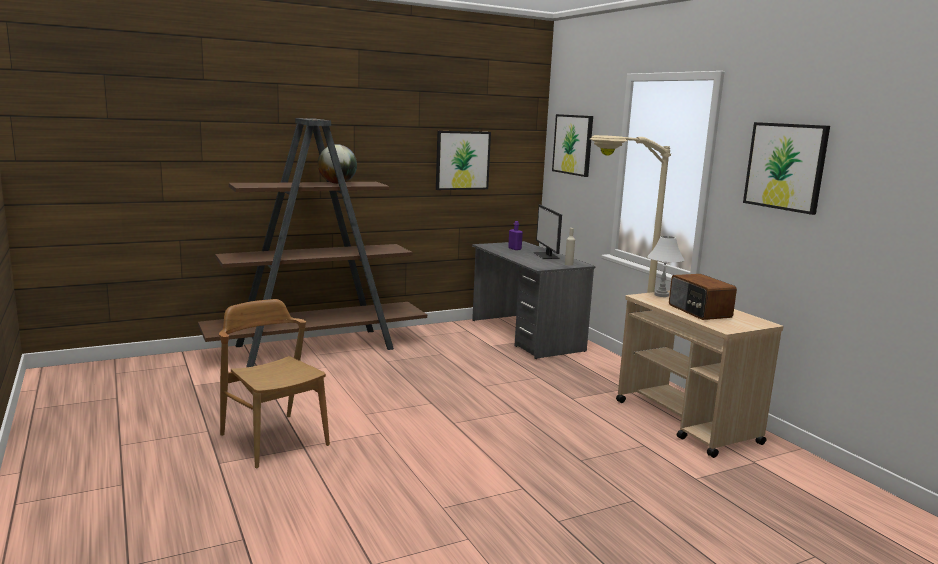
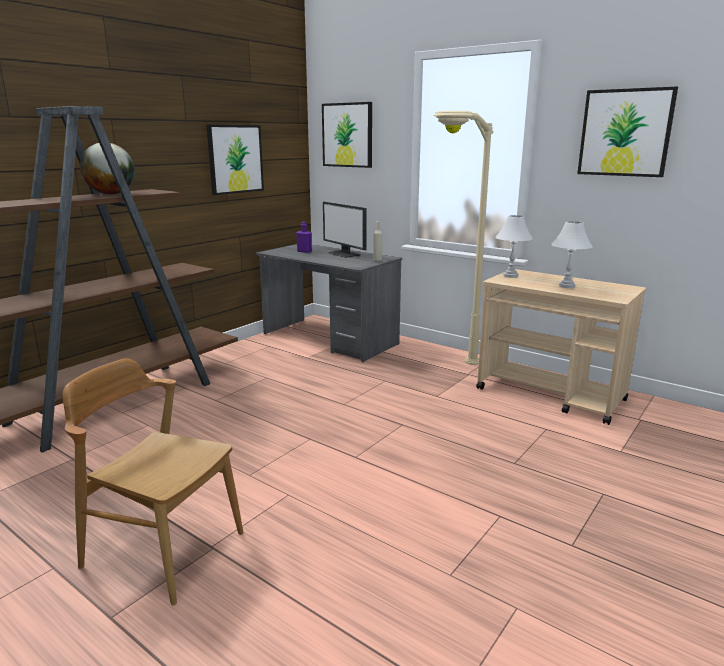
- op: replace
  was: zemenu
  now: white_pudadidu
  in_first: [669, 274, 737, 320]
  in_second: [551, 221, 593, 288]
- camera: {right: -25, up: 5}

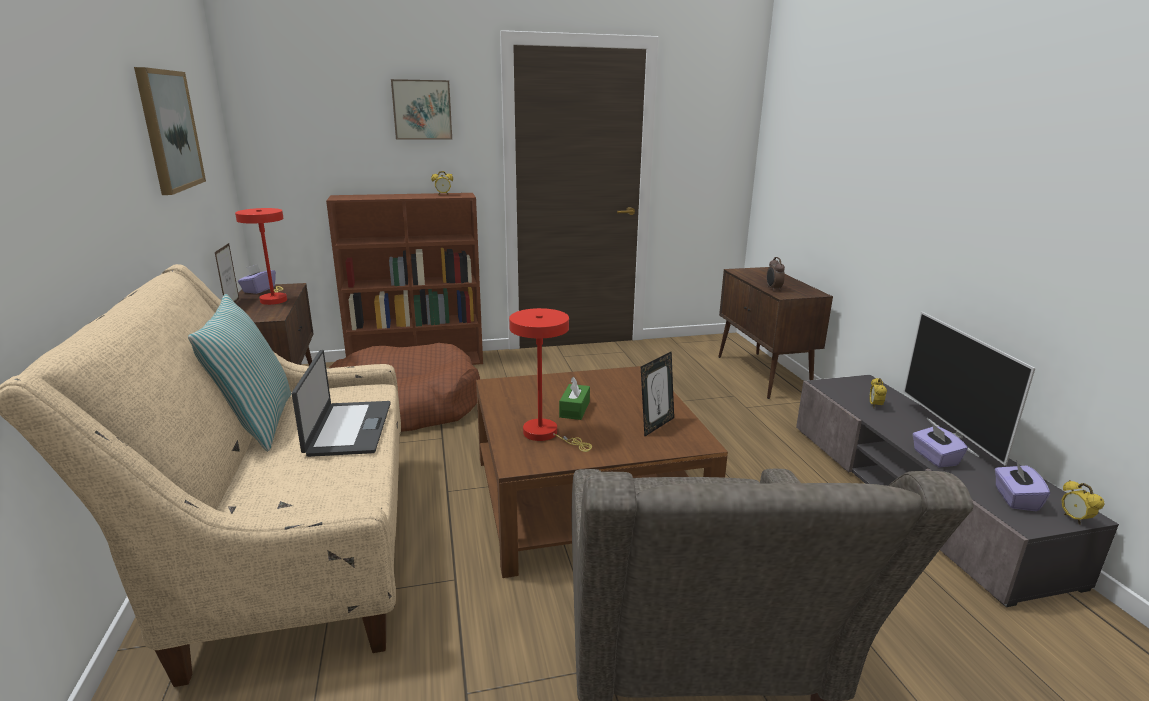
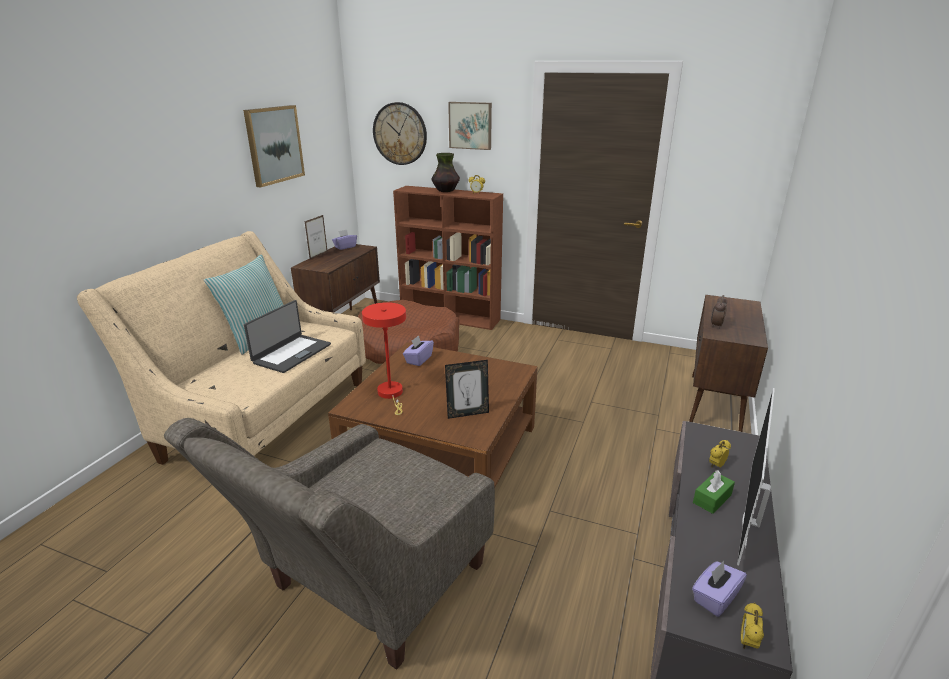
- op: delete
  was: red_pudadidu
  in_first: [235, 208, 287, 305]
- op: move
  was: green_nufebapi
  in_first: [559, 376, 590, 420]
  in_second: [693, 470, 735, 514]
- op: move
  was: purple_nufebapi
  in_first: [912, 423, 968, 467]
  in_second: [403, 335, 434, 366]
- op: insert
  now: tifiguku
  in_second: [373, 102, 427, 165]
- op: insert
  now: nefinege
  in_second: [432, 153, 460, 192]
- camera: {right: 35, up: 5}

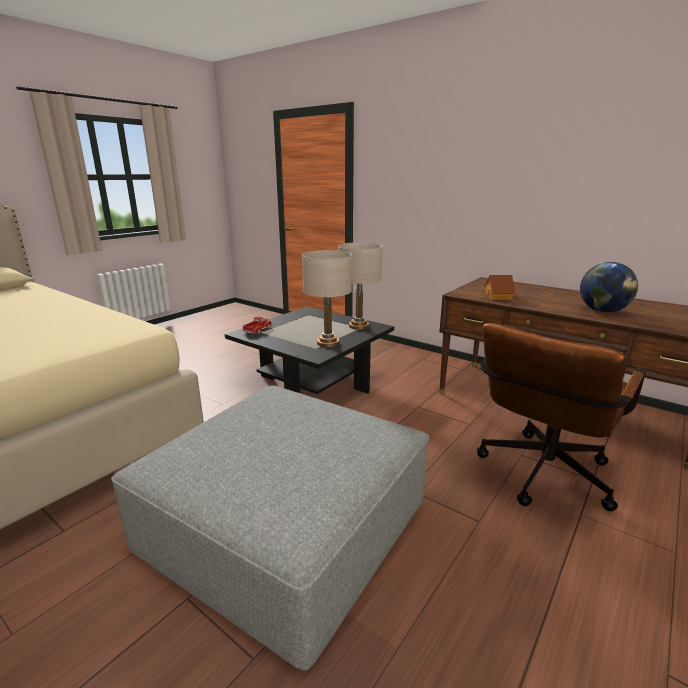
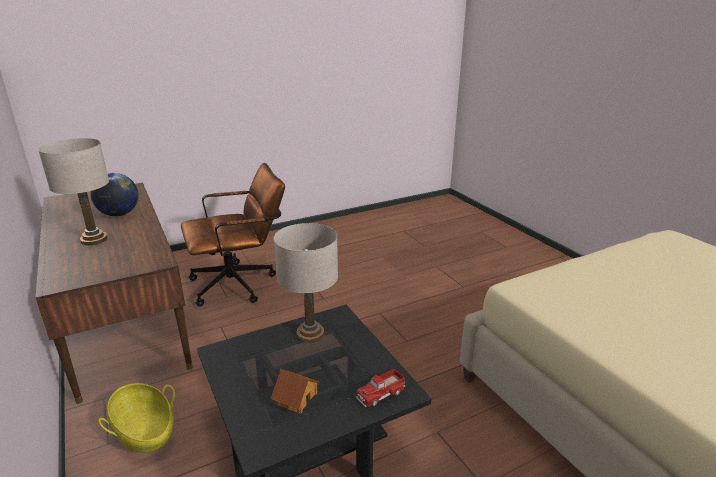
- op: delete
  was: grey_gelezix
  in_first: [111, 385, 429, 671]
- op: move
  was: beige_pudadidu
  in_first: [338, 243, 383, 330]
  in_second: [38, 138, 109, 245]
- op: move
  was: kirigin
  in_first: [484, 275, 515, 300]
  in_second: [270, 369, 320, 414]
- op: insert
  now: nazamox
  in_second: [99, 383, 175, 453]
- camera: {right: -155, up: 5}

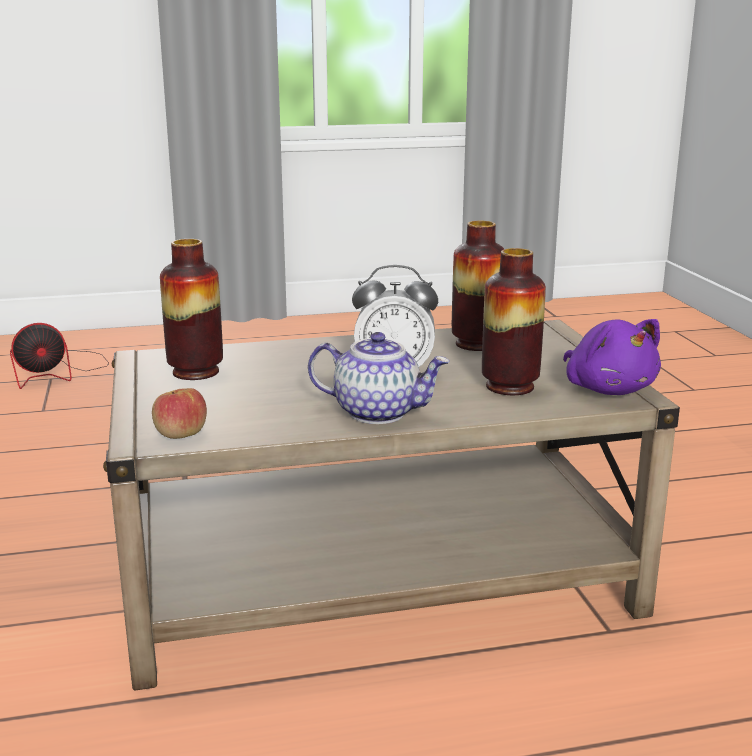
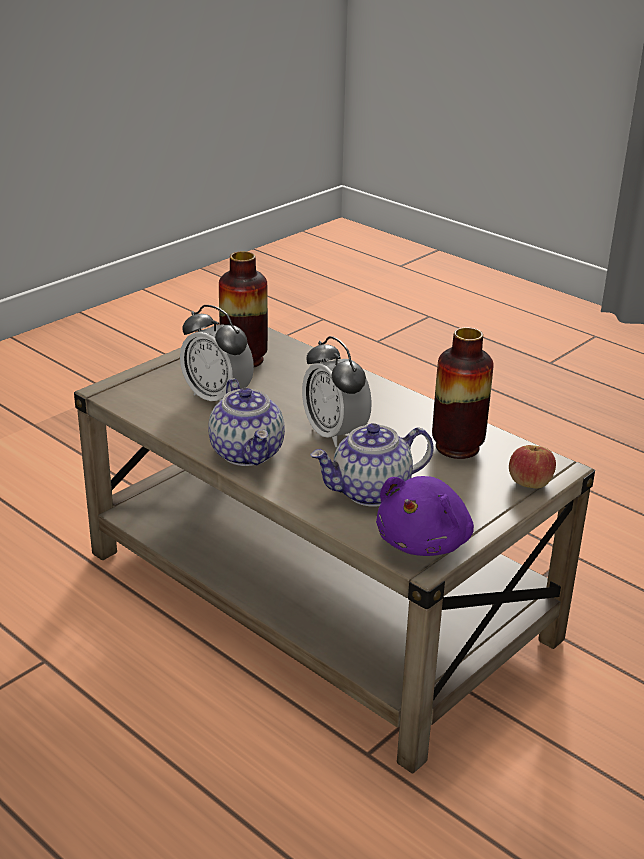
- op: delete
  was: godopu
  in_first: [10, 323, 109, 389]
- op: move
  was: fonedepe
  in_first: [152, 388, 207, 439]
  in_second: [509, 445, 556, 489]
- op: replace
  was: nefinege
  now: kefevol
  in_first: [482, 248, 546, 395]
  in_second: [310, 423, 434, 507]
- op: insert
  now: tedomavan
  in_second: [180, 305, 254, 401]
- camera: {right: 55, up: 10}

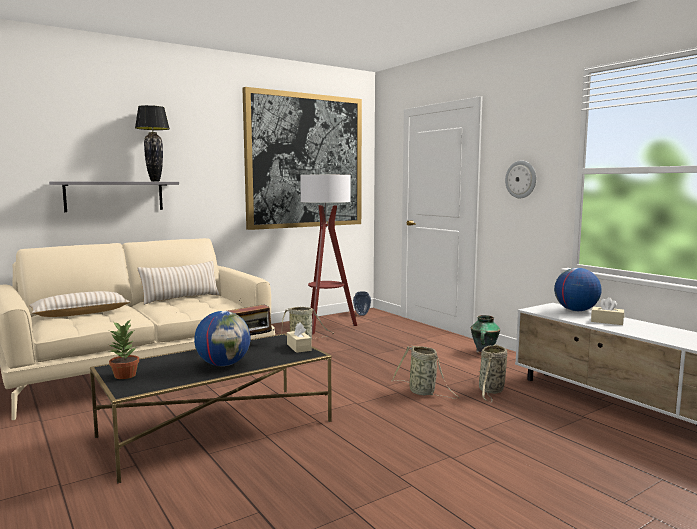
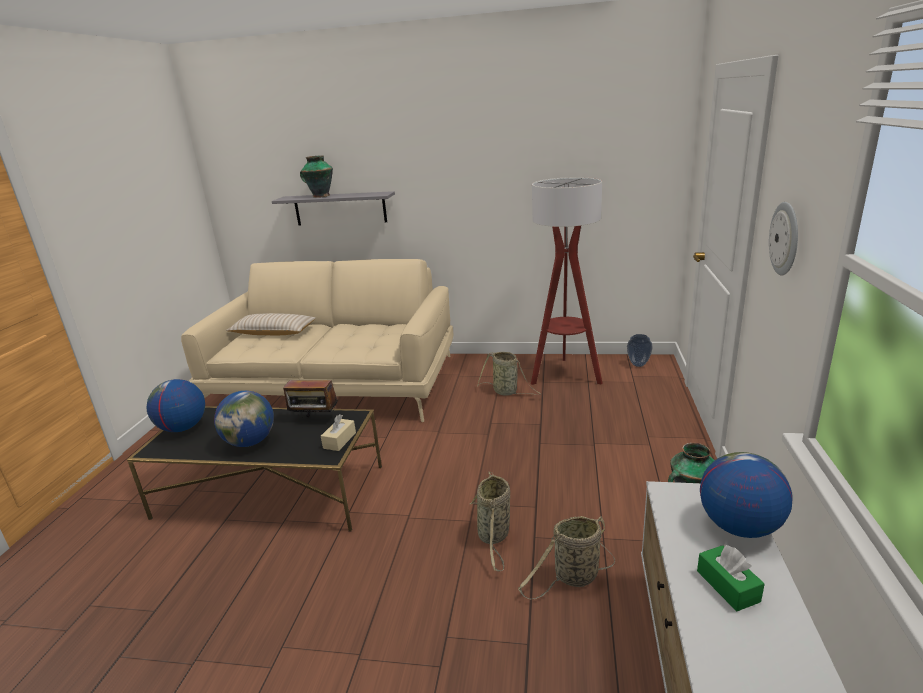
- op: replace
  was: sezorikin
  now: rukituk
  in_first: [109, 320, 139, 379]
  in_second: [147, 379, 205, 432]
- op: delete
  was: black_pudadidu
  in_first: [135, 105, 170, 181]
- op: delete
  was: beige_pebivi
  in_first: [137, 261, 220, 305]
- op: delete
  was: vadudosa
  in_first: [242, 87, 362, 230]
- op: recolor
  was: beige_nufebapi
  now: green_nufebapi
  in_first: [591, 297, 624, 325]
  in_second: [697, 544, 765, 611]
- op: insert
  now: nefinege
  in_second: [300, 156, 333, 198]
- camera: {right: 45, up: 15}

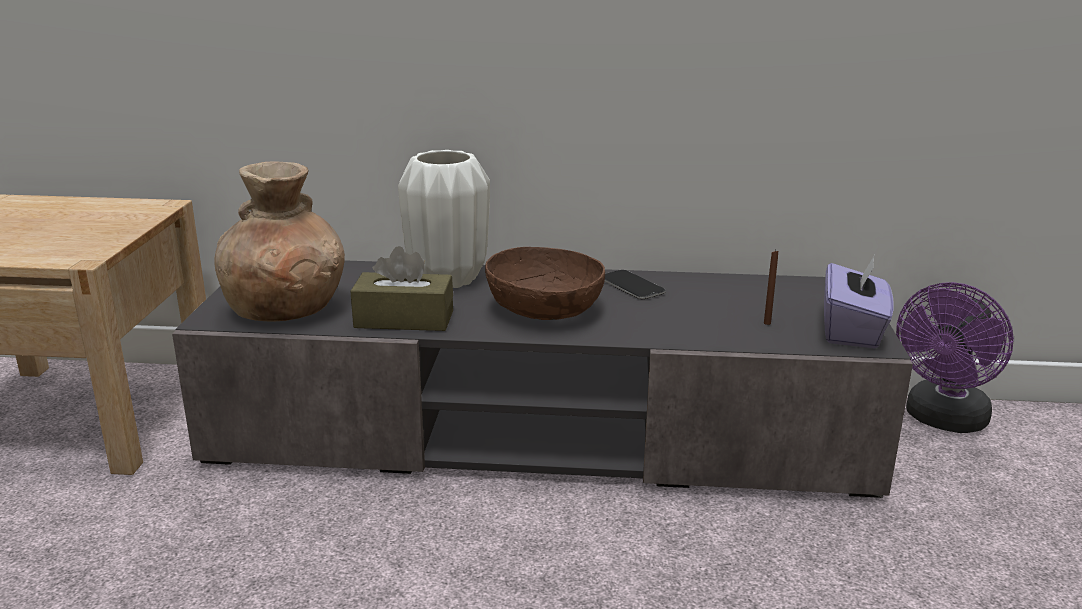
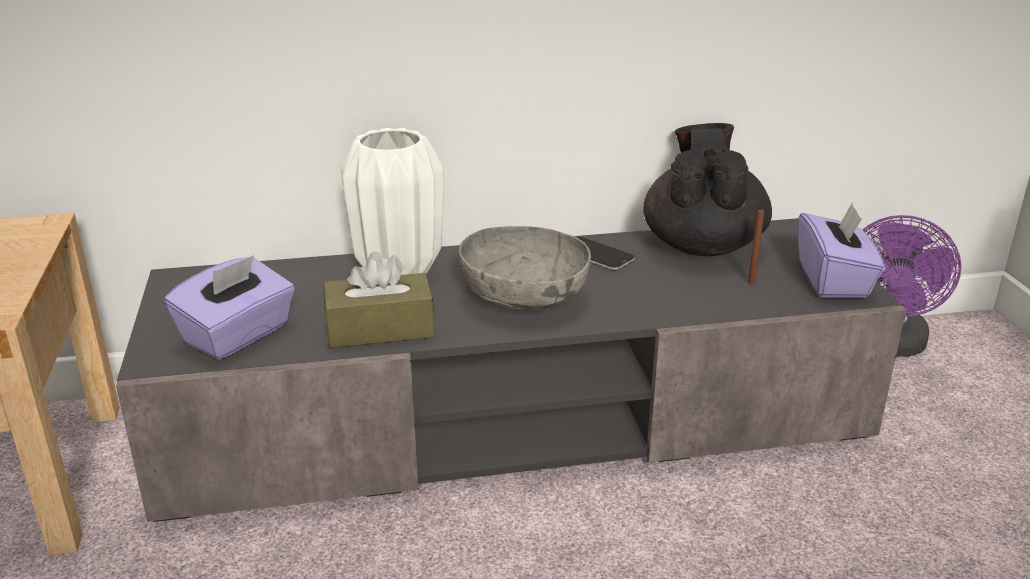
- op: replace
  was: brown_nefinege
  now: purple_nufebapi
  in_first: [214, 162, 345, 321]
  in_second: [164, 255, 295, 360]
- op: recolor
  was: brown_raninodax
  now: grey_raninodax
  in_first: [485, 247, 605, 320]
  in_second: [459, 226, 591, 310]
- op: insert
  now: black_kefevol
  in_second: [643, 123, 772, 256]
- camera: {right: -15, up: 5}

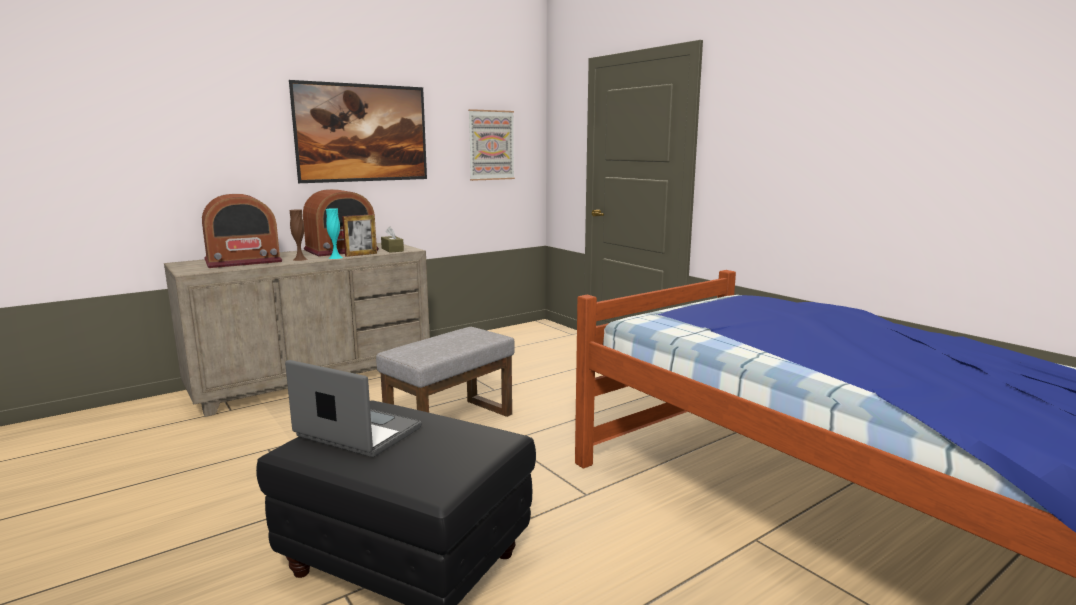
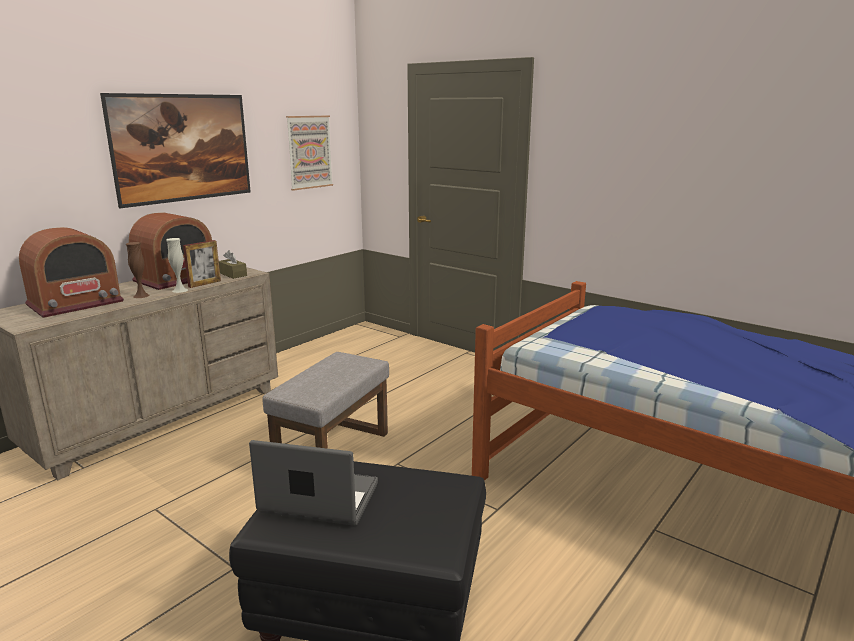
- op: recolor
  was: turquoise_nefinege
  now: white_nefinege
  in_first: [326, 208, 343, 259]
  in_second: [166, 238, 188, 293]
- camera: {right: -15, up: 5}

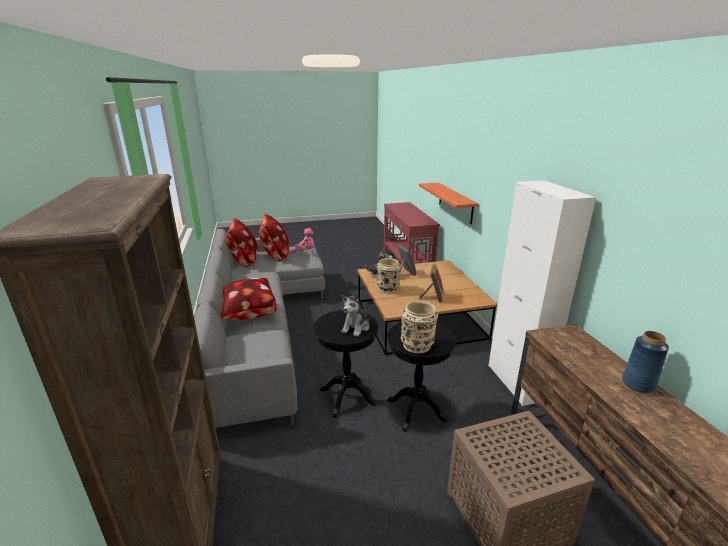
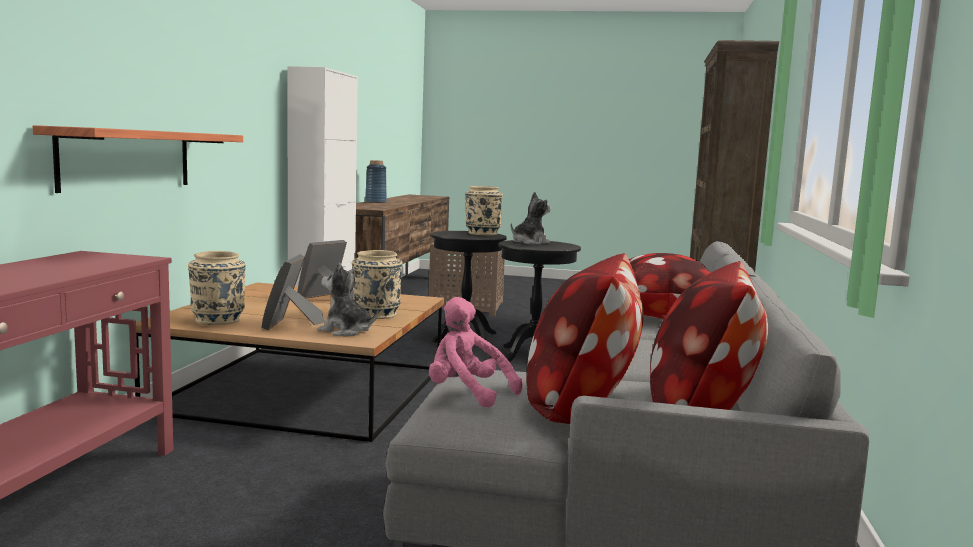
- op: insert
  now: beige_nefinege
  in_second: [188, 251, 245, 325]
- camera: {right: -155, up: -15}

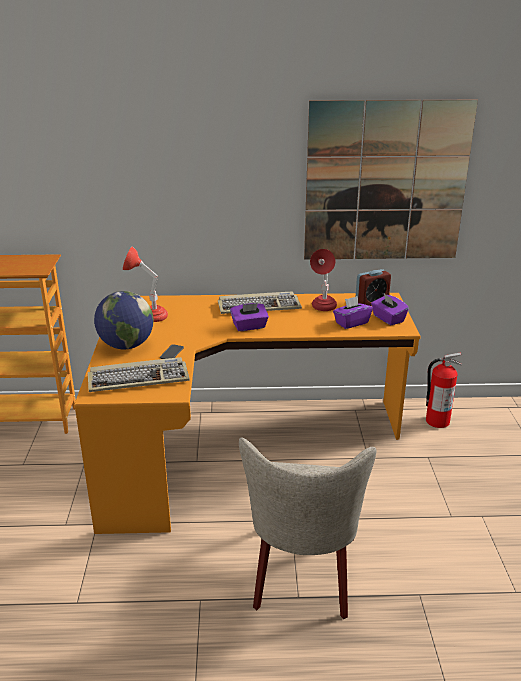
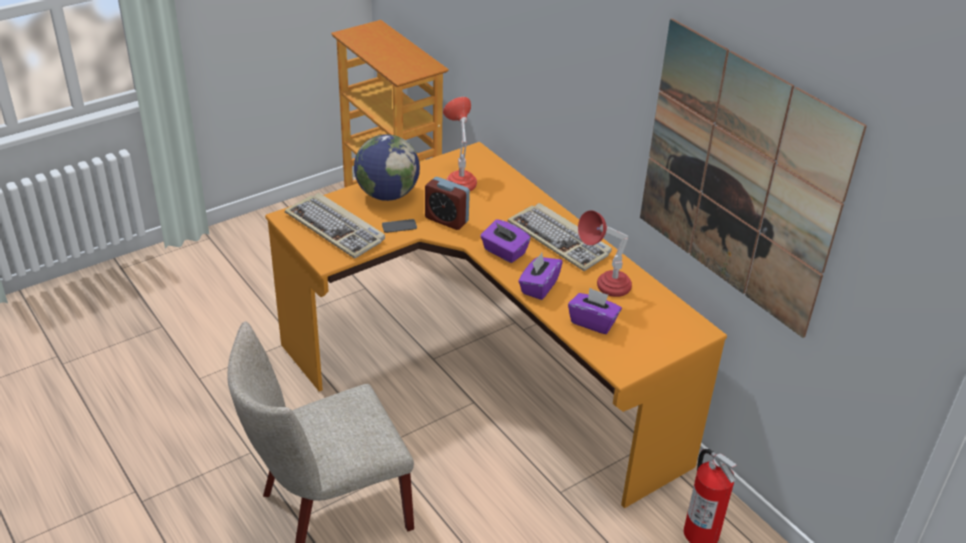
- op: move
  was: tedomavan
  in_first: [356, 269, 391, 306]
  in_second: [425, 177, 470, 230]
- op: move
  was: purple_nufebapi
  in_first: [371, 294, 409, 325]
  in_second: [518, 253, 563, 300]
- camera: {right: 55, up: 10}

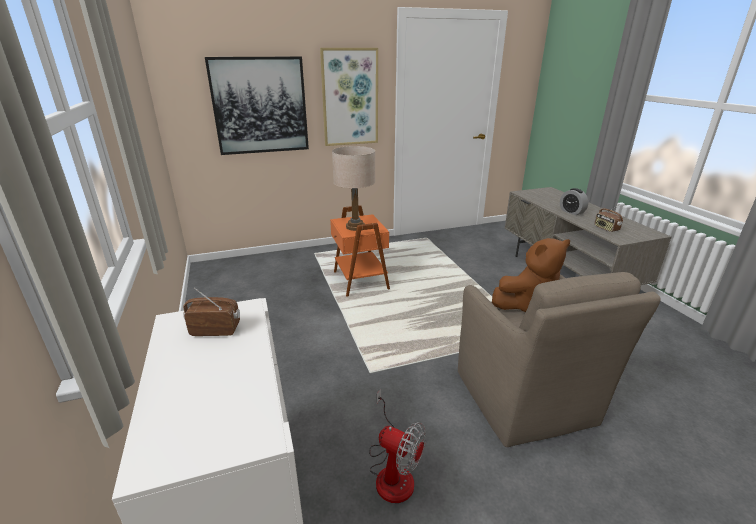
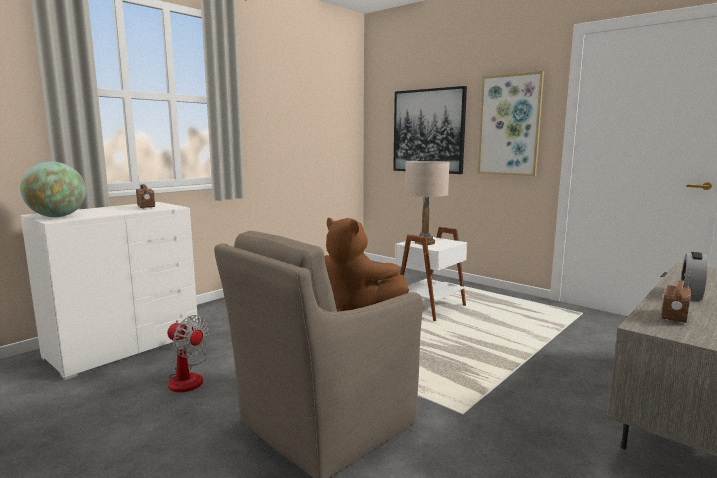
- op: recolor
  was: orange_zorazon
  now: white_zorazon
  in_first: [330, 205, 390, 296]
  in_second: [395, 227, 467, 321]
- op: rotate
  was: godopu
  in_first: [369, 389, 426, 503]
  in_second: [168, 315, 209, 392]
  clockwise: -60
- op: insert
  now: rukituk
  in_second: [20, 161, 86, 217]
- camera: {right: 60, up: -15}

